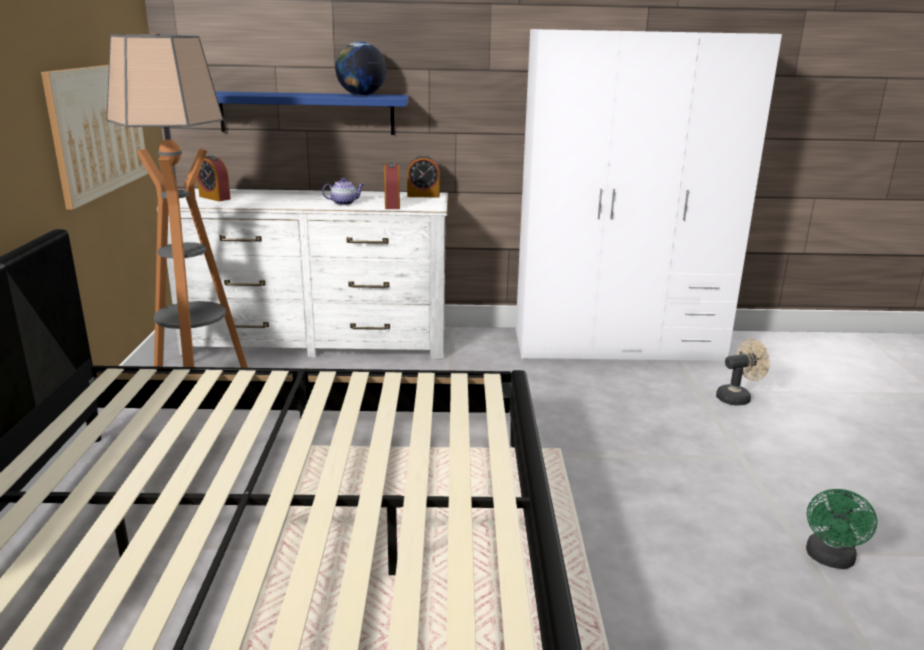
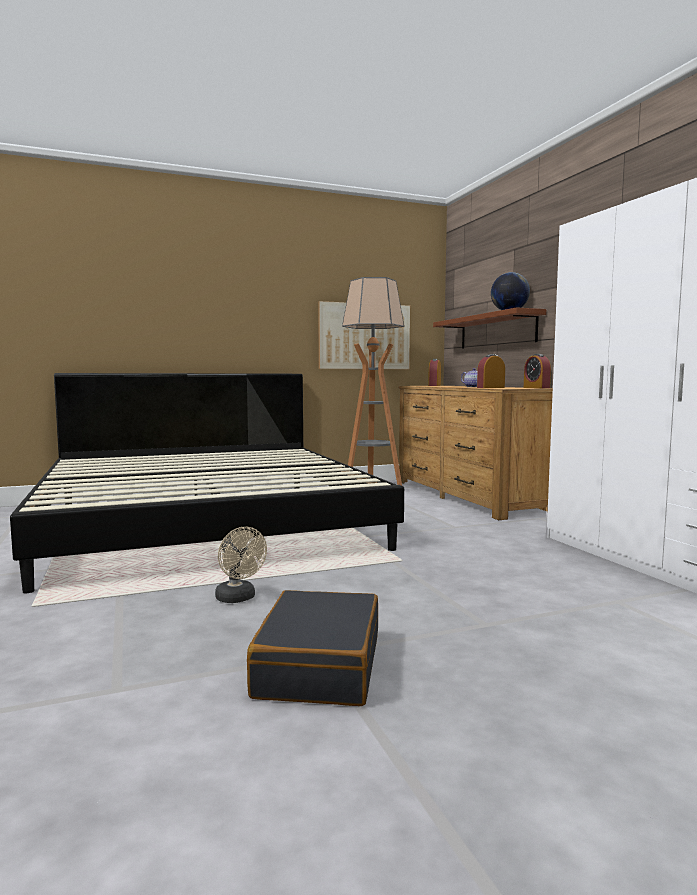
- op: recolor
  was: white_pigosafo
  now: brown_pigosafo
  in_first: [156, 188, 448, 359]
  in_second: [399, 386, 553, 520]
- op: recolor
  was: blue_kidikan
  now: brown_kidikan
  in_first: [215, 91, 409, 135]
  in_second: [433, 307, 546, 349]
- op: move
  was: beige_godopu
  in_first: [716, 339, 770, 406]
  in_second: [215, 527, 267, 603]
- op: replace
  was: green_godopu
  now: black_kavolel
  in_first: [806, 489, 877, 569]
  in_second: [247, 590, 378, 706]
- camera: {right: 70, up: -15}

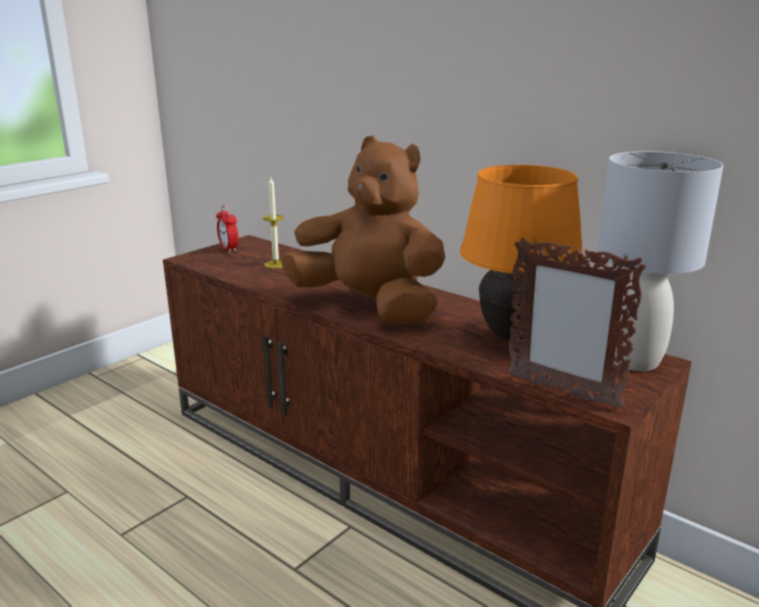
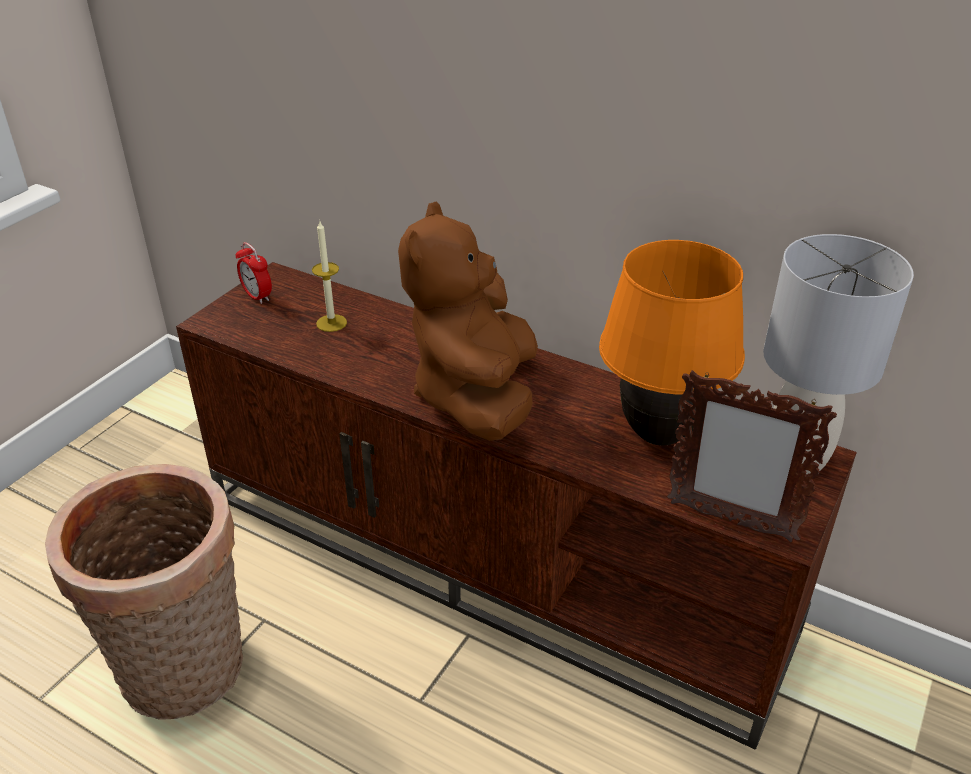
- op: rotate
  was: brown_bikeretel
  in_first: [281, 136, 445, 325]
  in_second: [398, 201, 538, 441]
  clockwise: -105
- op: insert
  now: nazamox
  in_second: [45, 464, 243, 720]
- camera: {right: -10, up: 15}

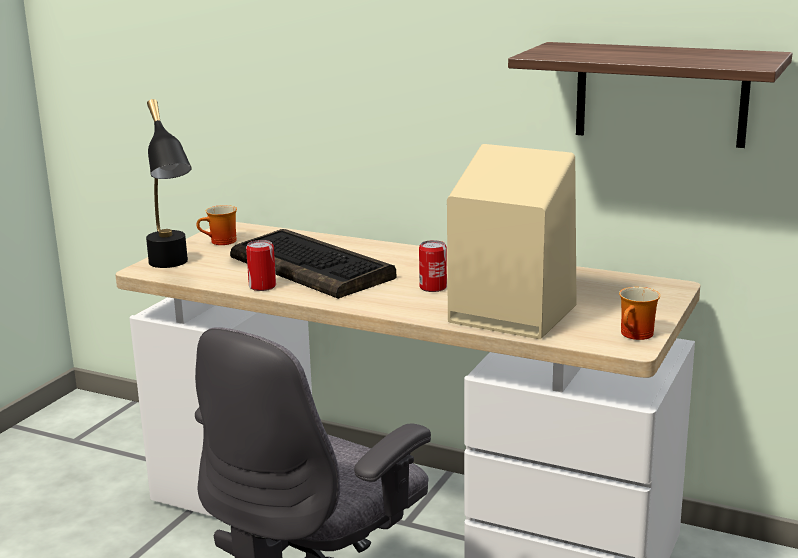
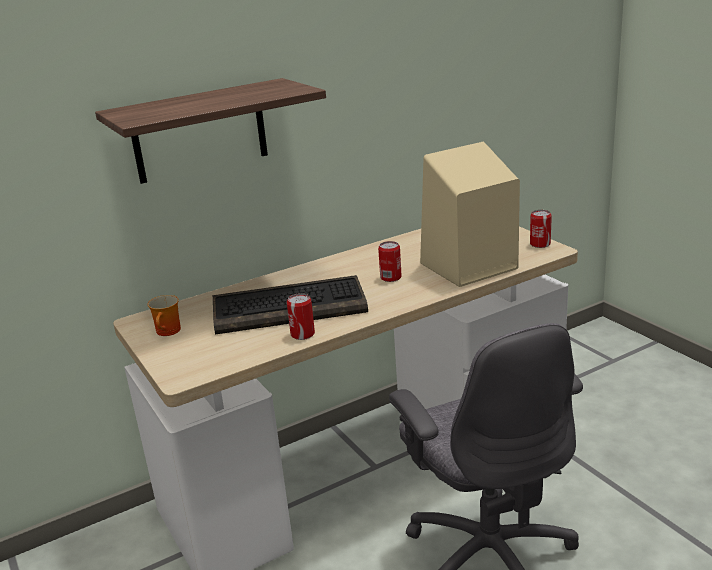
- op: delete
  was: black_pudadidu
  in_first: [146, 99, 192, 268]
- op: move
  was: kidikan
  in_first: [508, 42, 792, 148]
  in_second: [95, 78, 326, 184]
- op: replace
  was: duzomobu
  now: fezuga
  in_first: [619, 287, 660, 340]
  in_second: [530, 210, 552, 248]
- camera: {right: -55, up: 5}

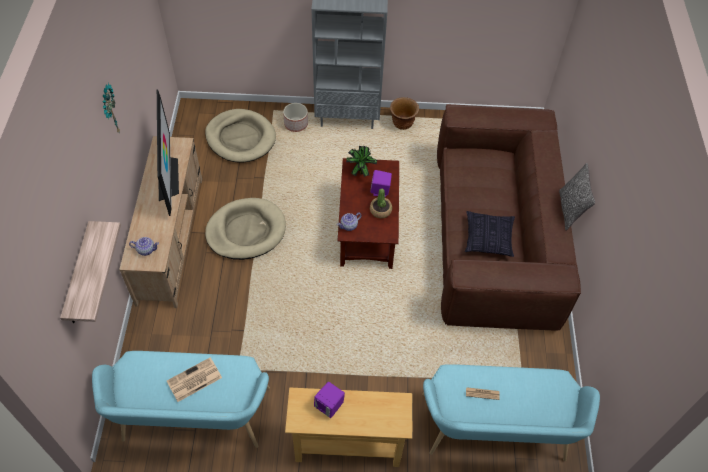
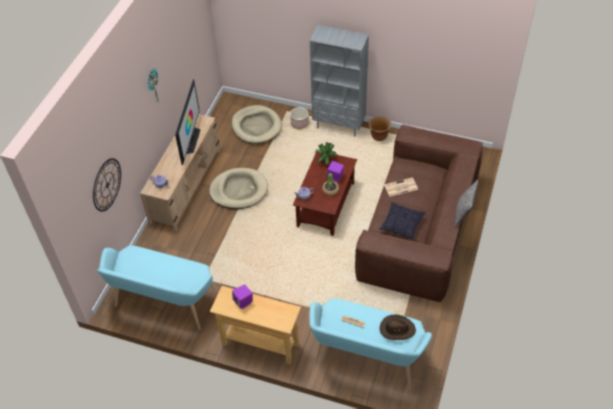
- op: replace
  was: kidikan
  now: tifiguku
  in_first: [60, 221, 121, 323]
  in_second: [93, 158, 121, 212]
- op: move
  was: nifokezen
  in_first: [167, 357, 222, 402]
  in_second: [384, 178, 418, 197]
- op: insert
  now: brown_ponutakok
  in_second: [380, 315, 416, 340]
- camera: {right: 20, up: -5}

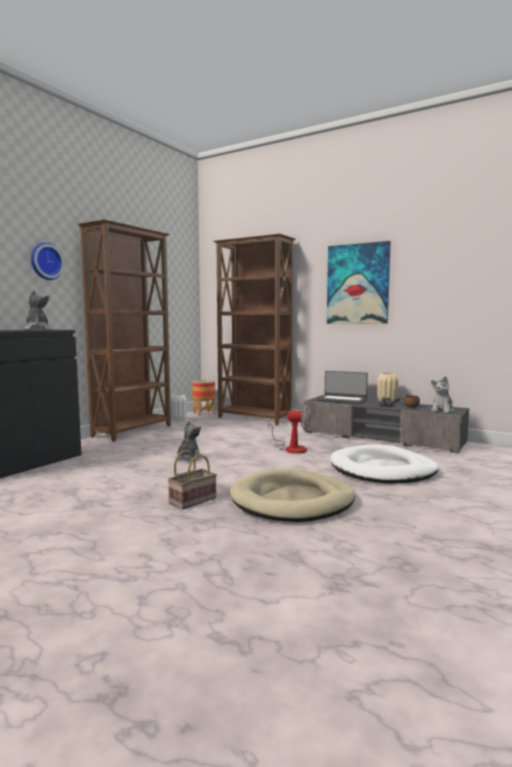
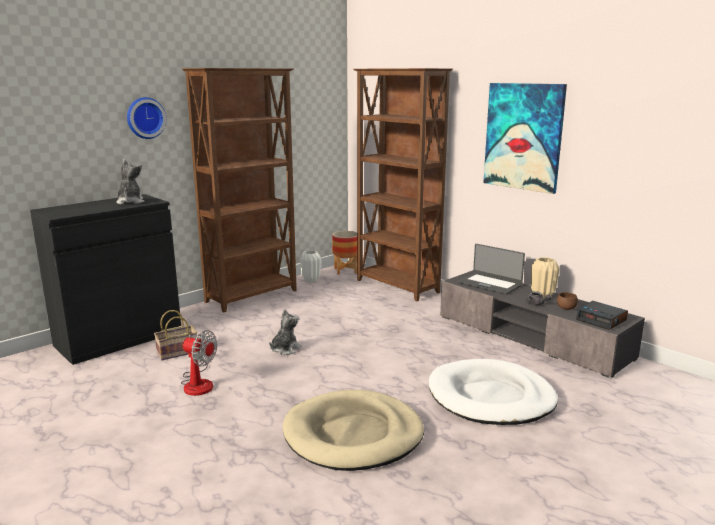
- op: move
  was: nazamox
  in_first: [168, 450, 217, 510]
  in_second: [154, 310, 197, 360]
- op: move
  was: godopu
  in_first: [268, 403, 310, 454]
  in_second: [181, 330, 218, 396]
- op: replace
  was: bikeretel
  now: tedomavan
  in_first: [431, 376, 454, 413]
  in_second: [576, 301, 628, 330]
- camera: {right: 15, up: 10}

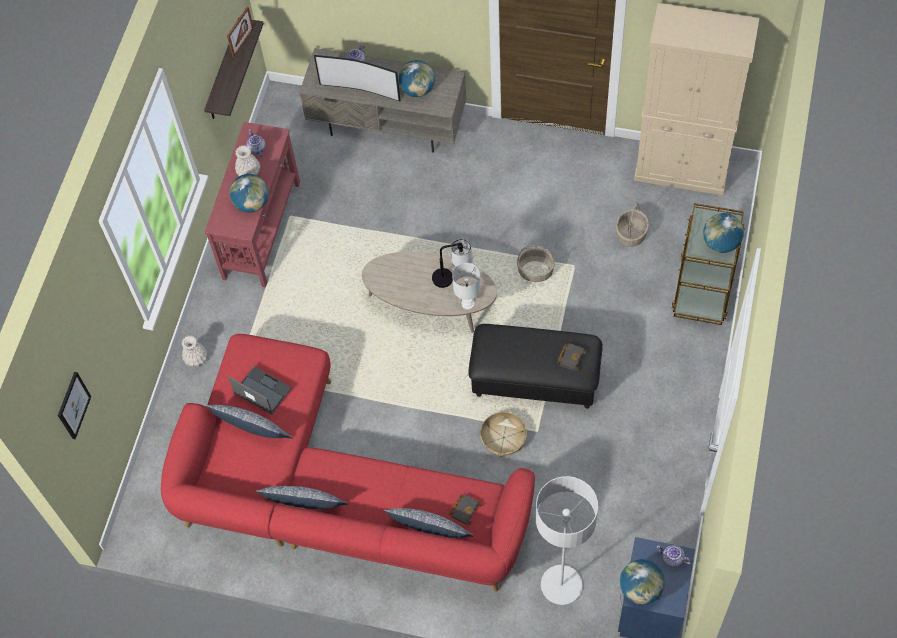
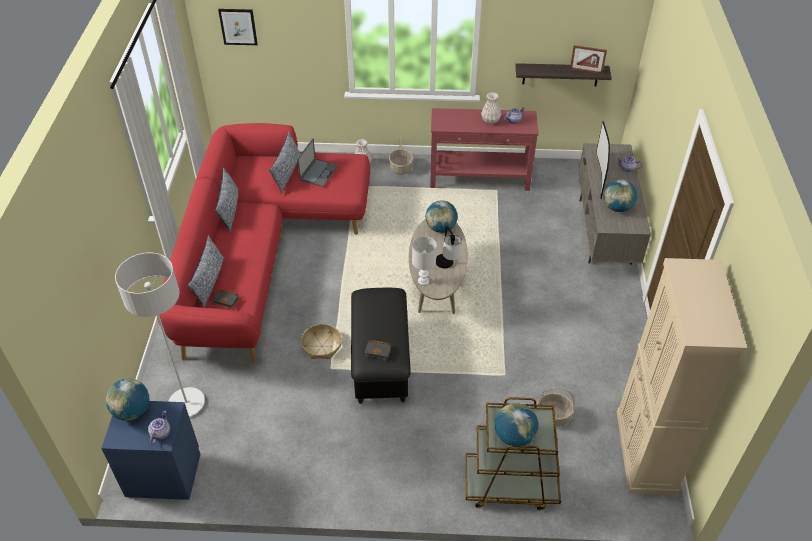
- op: move
  was: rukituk
  in_first: [230, 174, 269, 213]
  in_second: [426, 200, 458, 233]
- op: move
  was: nazamox
  in_first: [517, 246, 555, 282]
  in_second: [389, 138, 413, 175]
- camera: {right: 75, up: -15}

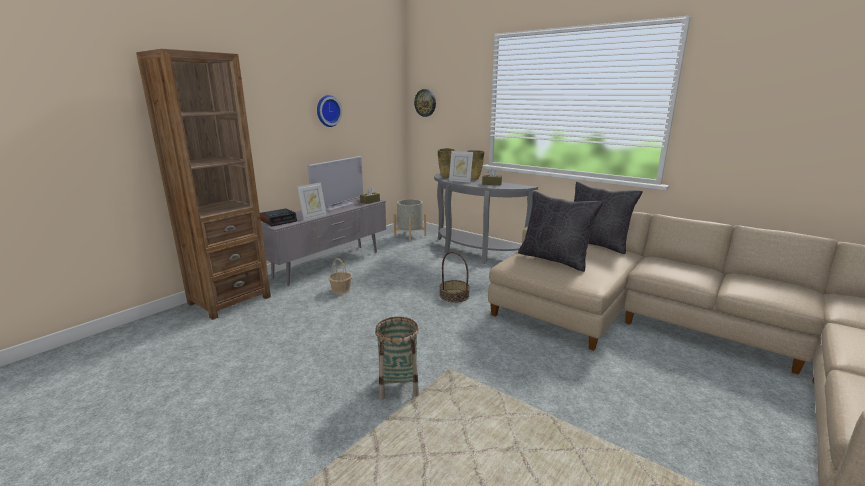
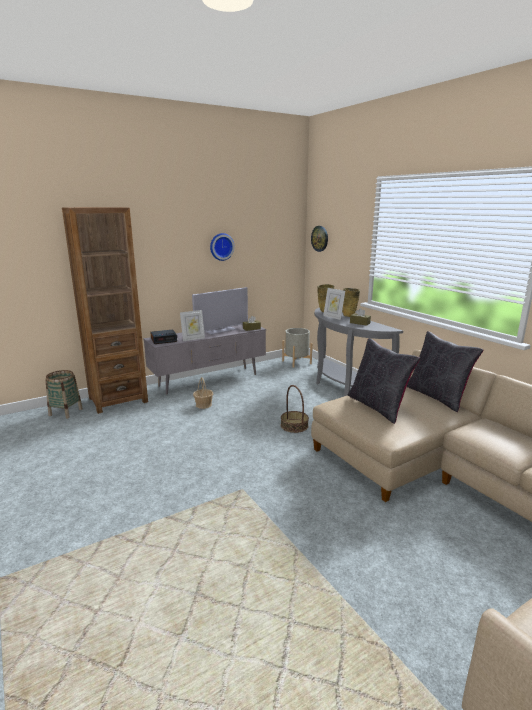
- op: move
  was: nazamox
  in_first: [375, 317, 419, 400]
  in_second: [45, 370, 83, 419]
- camera: {right: 20, up: 0}

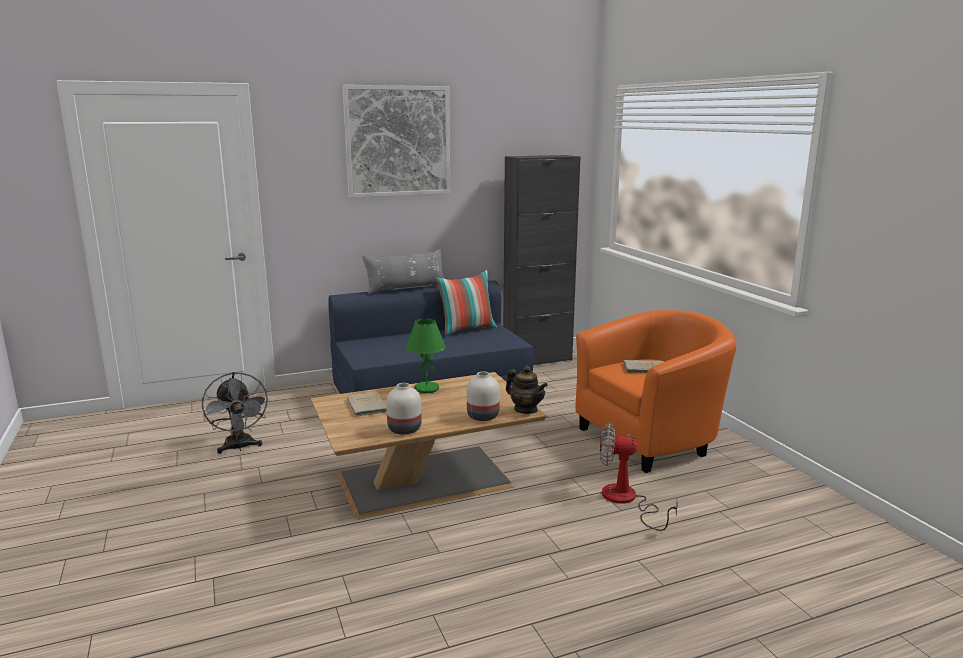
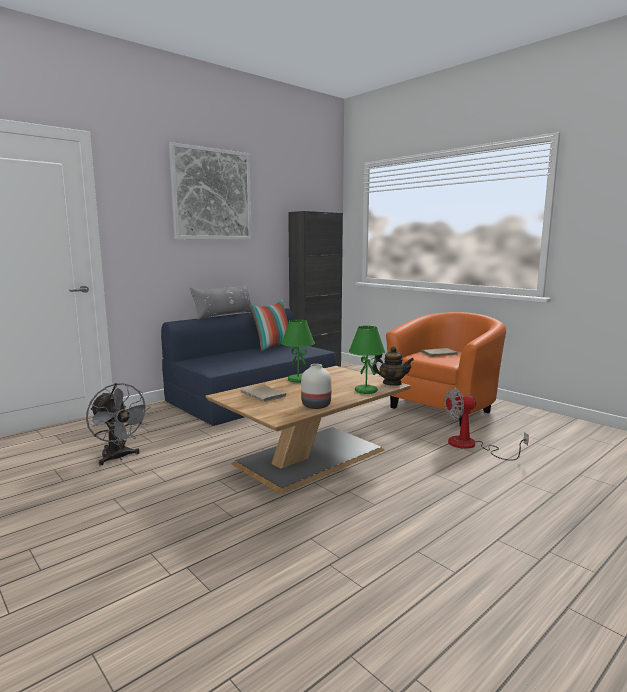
- op: replace
  was: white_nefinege
  now: green_pudadidu
  in_first: [467, 371, 500, 421]
  in_second: [349, 326, 385, 394]
- camera: {right: -20, up: -5}

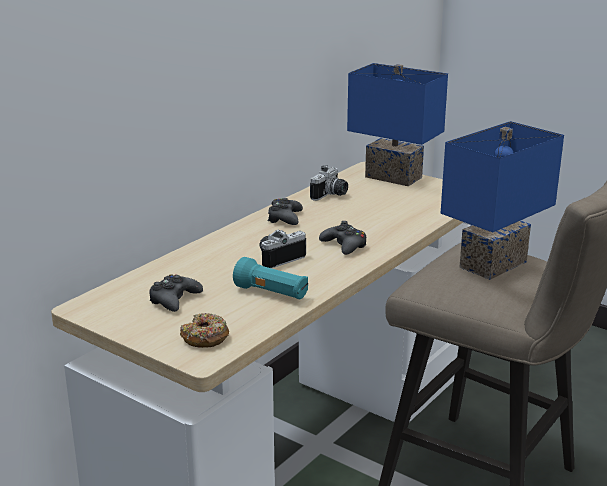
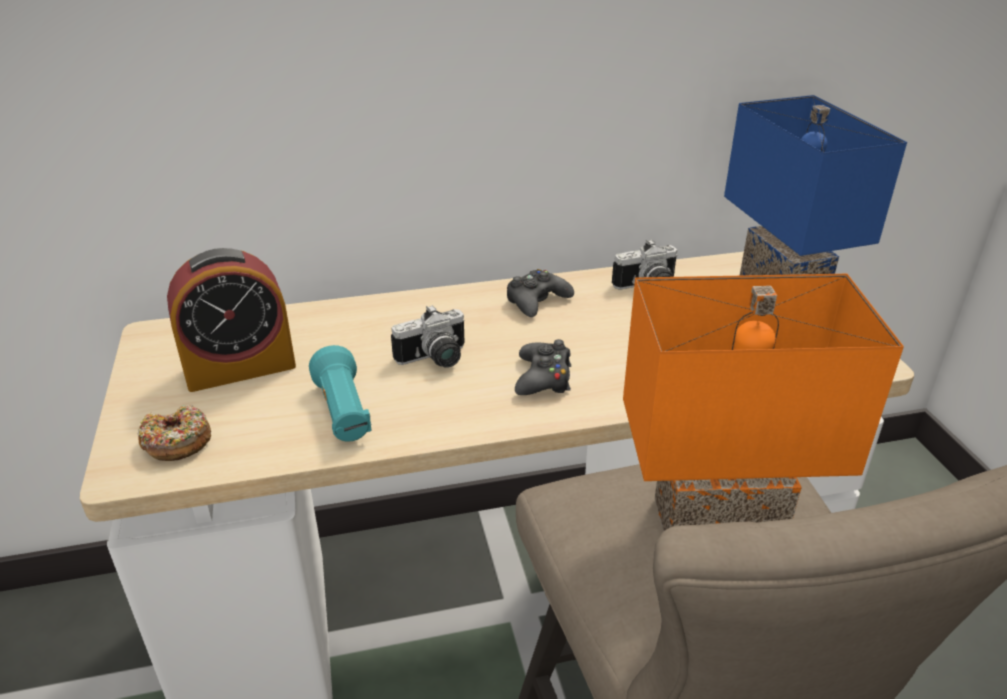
- op: replace
  was: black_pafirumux
  now: tedomavan
  in_first: [149, 274, 203, 312]
  in_second: [167, 248, 296, 392]
- op: rotate
  was: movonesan
  in_first: [260, 230, 306, 268]
  in_second: [391, 305, 465, 368]
  clockwise: 150
- op: recolor
  was: blue_pudadidu
  now: orange_pudadidu
  in_first: [440, 121, 564, 280]
  in_second: [623, 274, 904, 531]
- camera: {right: 40, up: 10}

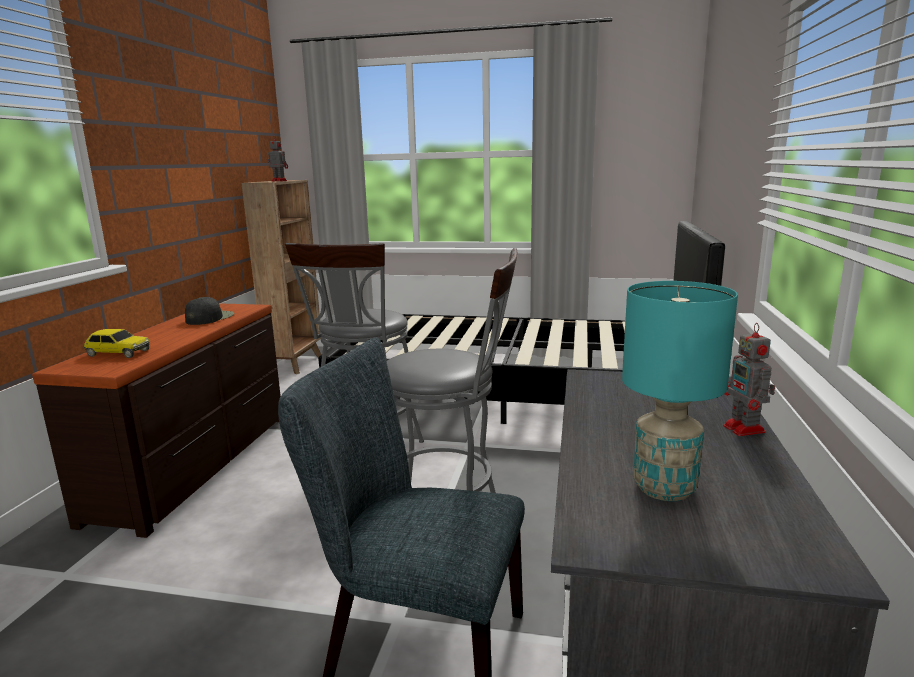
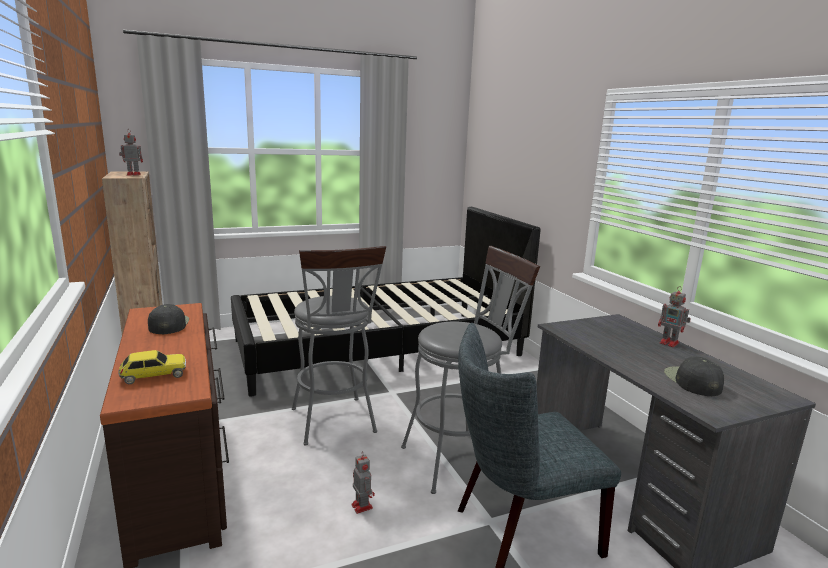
- op: replace
  was: turquoise_pudadidu
  now: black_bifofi
  in_first: [622, 281, 738, 501]
  in_second: [664, 356, 724, 396]
- op: insert
  now: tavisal
  in_second: [351, 451, 375, 514]
- camera: {right: -35, up: 0}

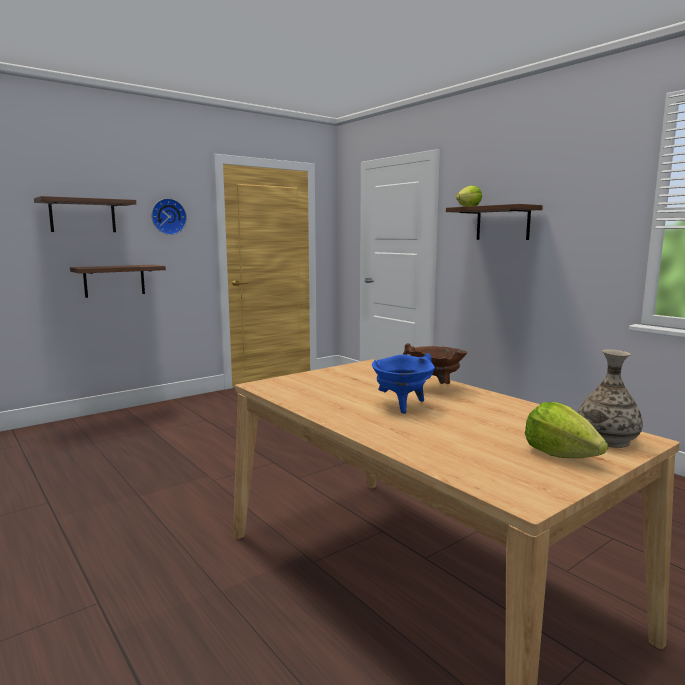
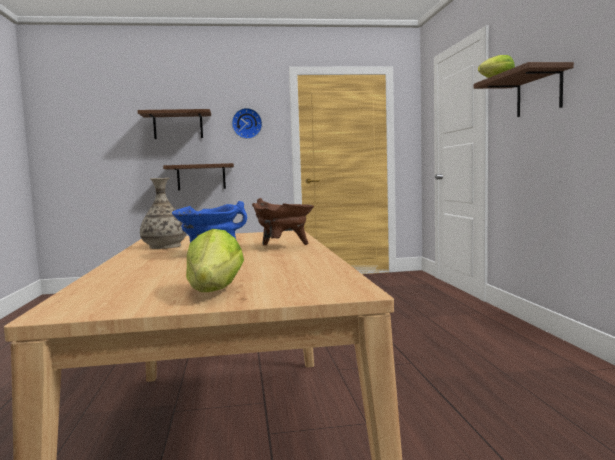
- op: move
  was: nefinege
  in_first: [577, 349, 643, 448]
  in_second: [140, 178, 187, 249]
- camera: {right: 30, up: -5}

